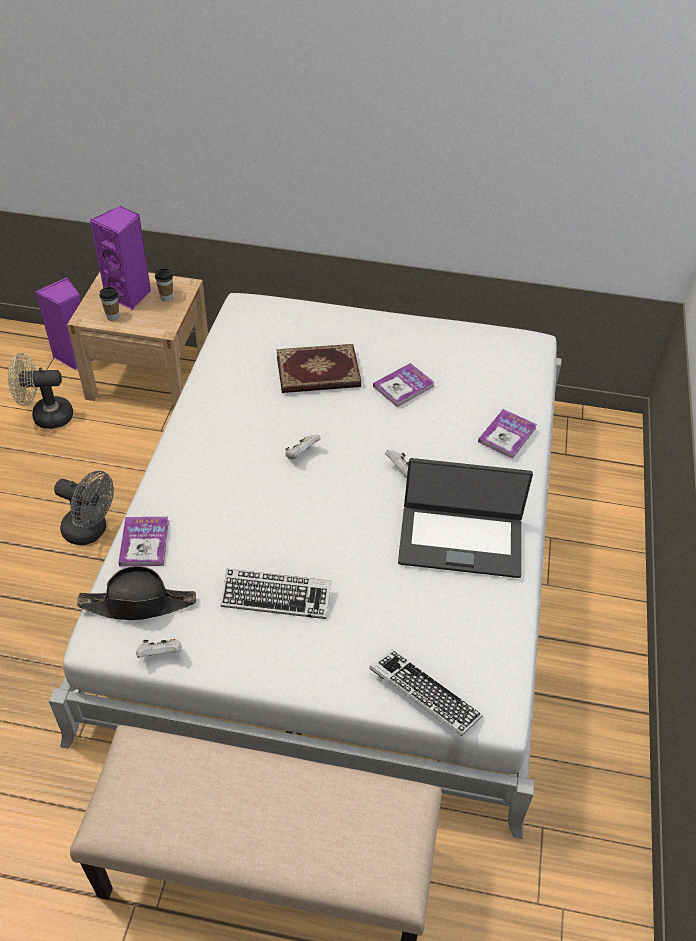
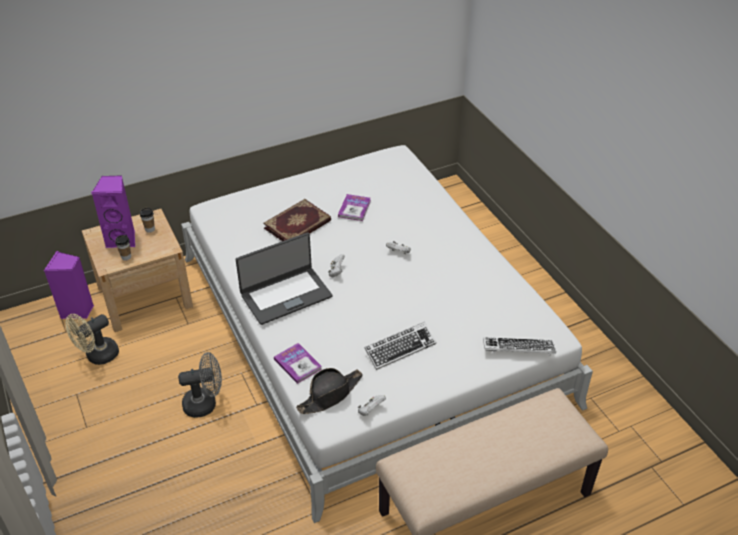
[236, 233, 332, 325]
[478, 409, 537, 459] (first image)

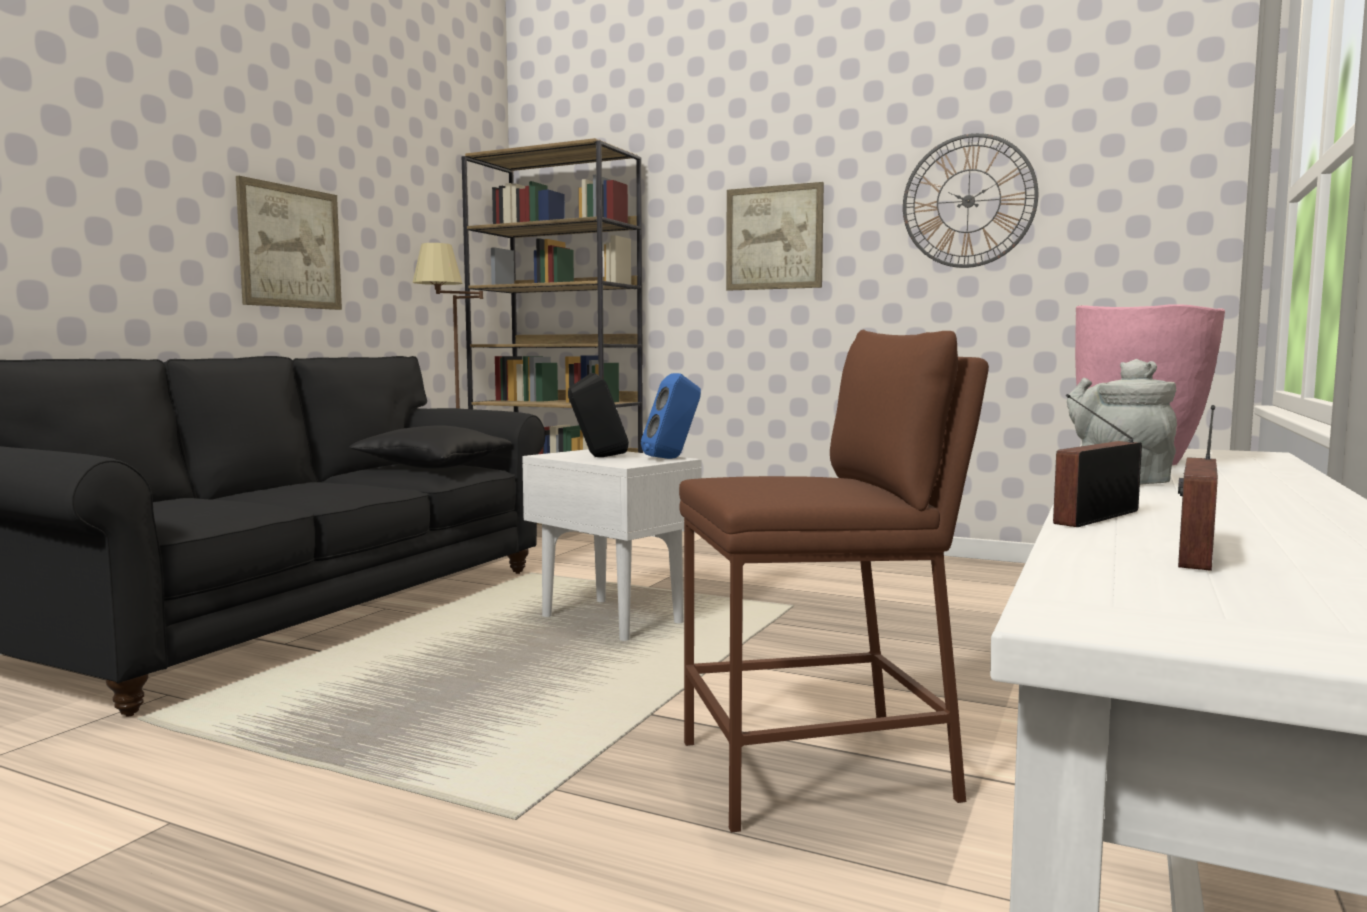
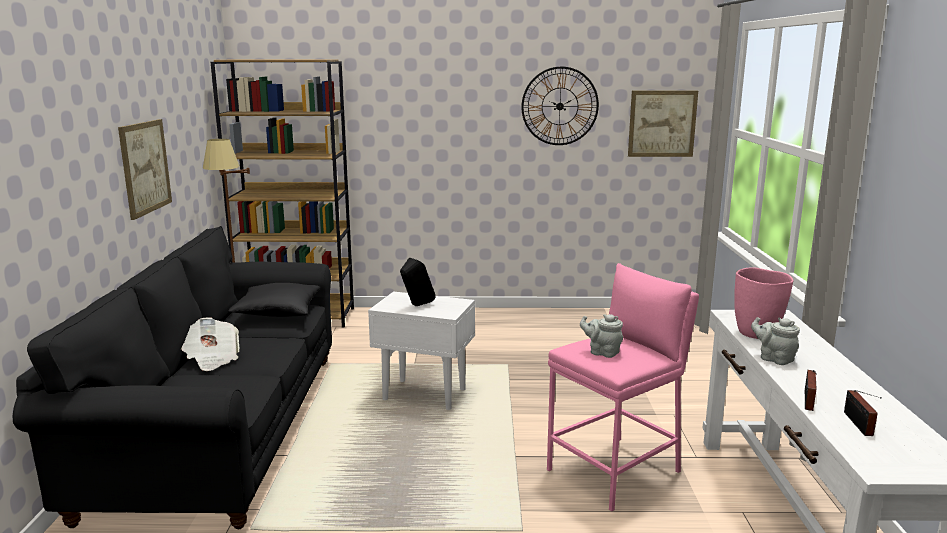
[181, 317, 239, 371]
[547, 263, 699, 511]
[580, 314, 623, 358]
[628, 91, 698, 157]
[641, 373, 701, 459] (first image)

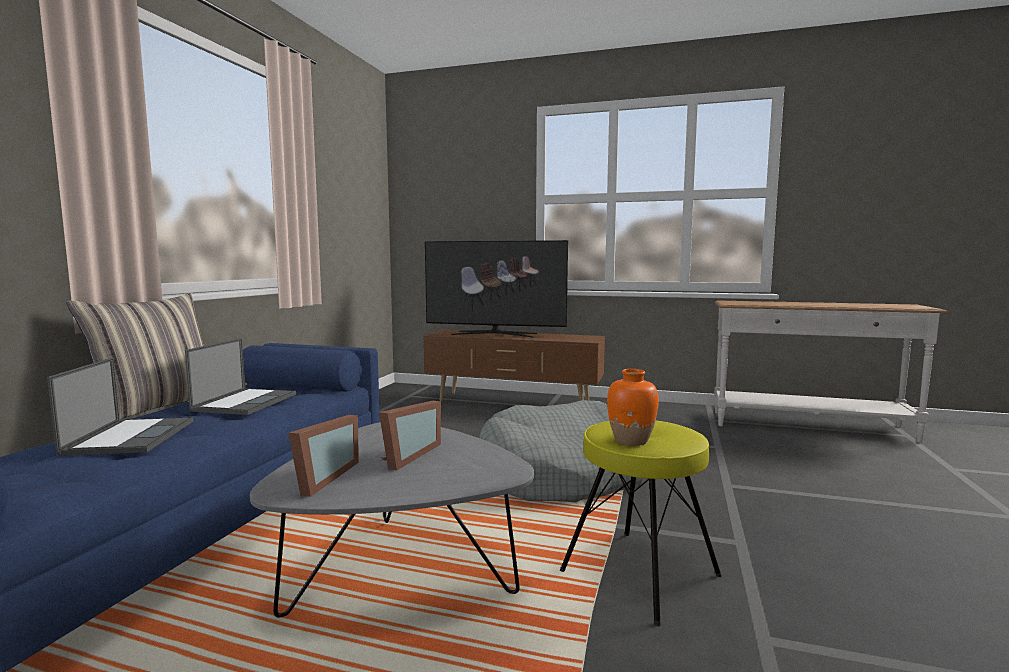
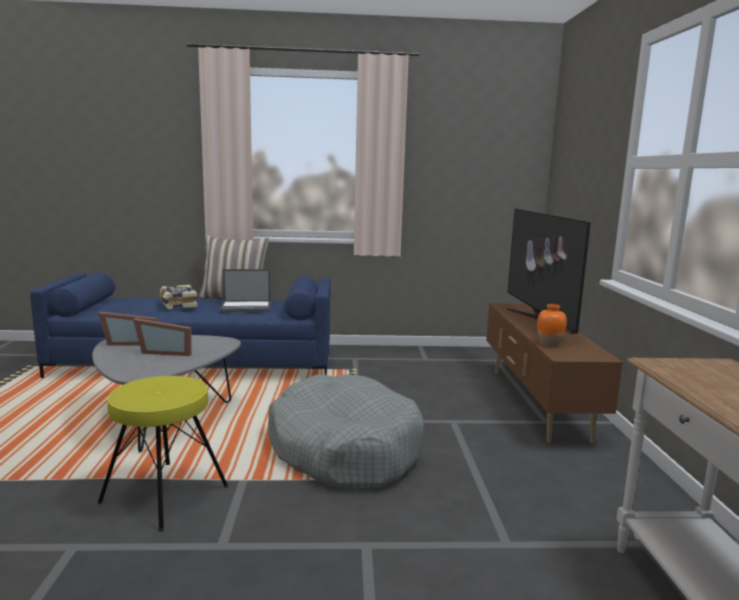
[160, 285, 198, 309]
[537, 304, 567, 347]

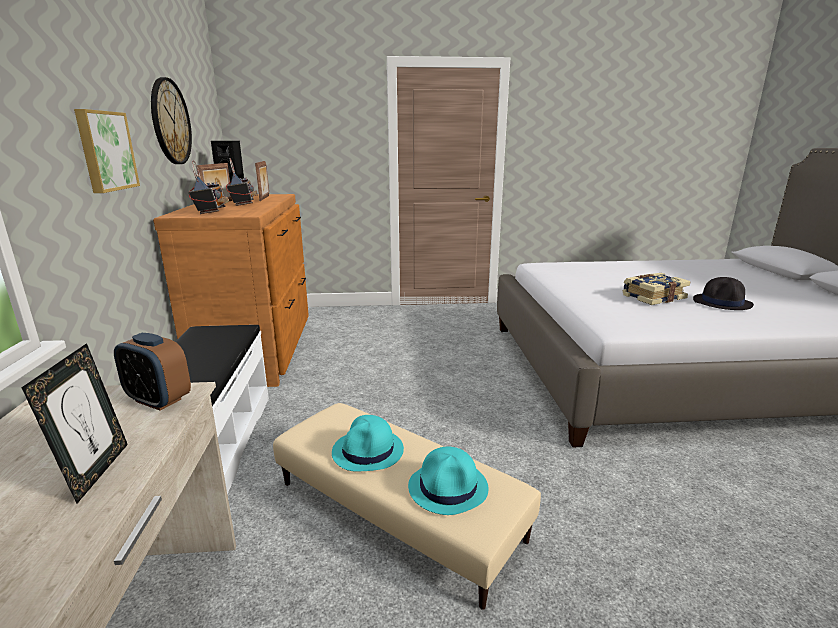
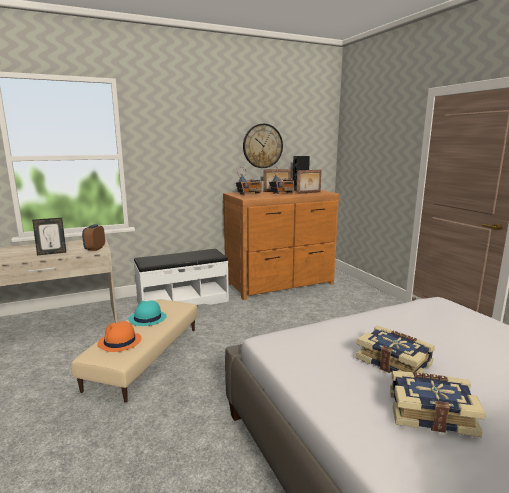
[97, 321, 142, 352]
[390, 371, 486, 437]
[74, 109, 140, 193] (first image)

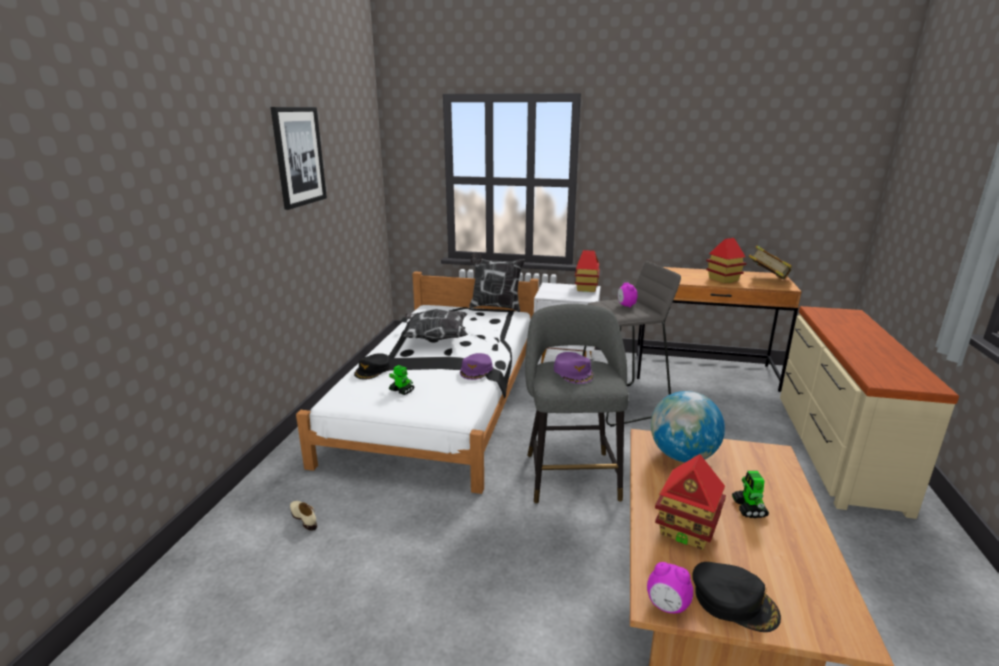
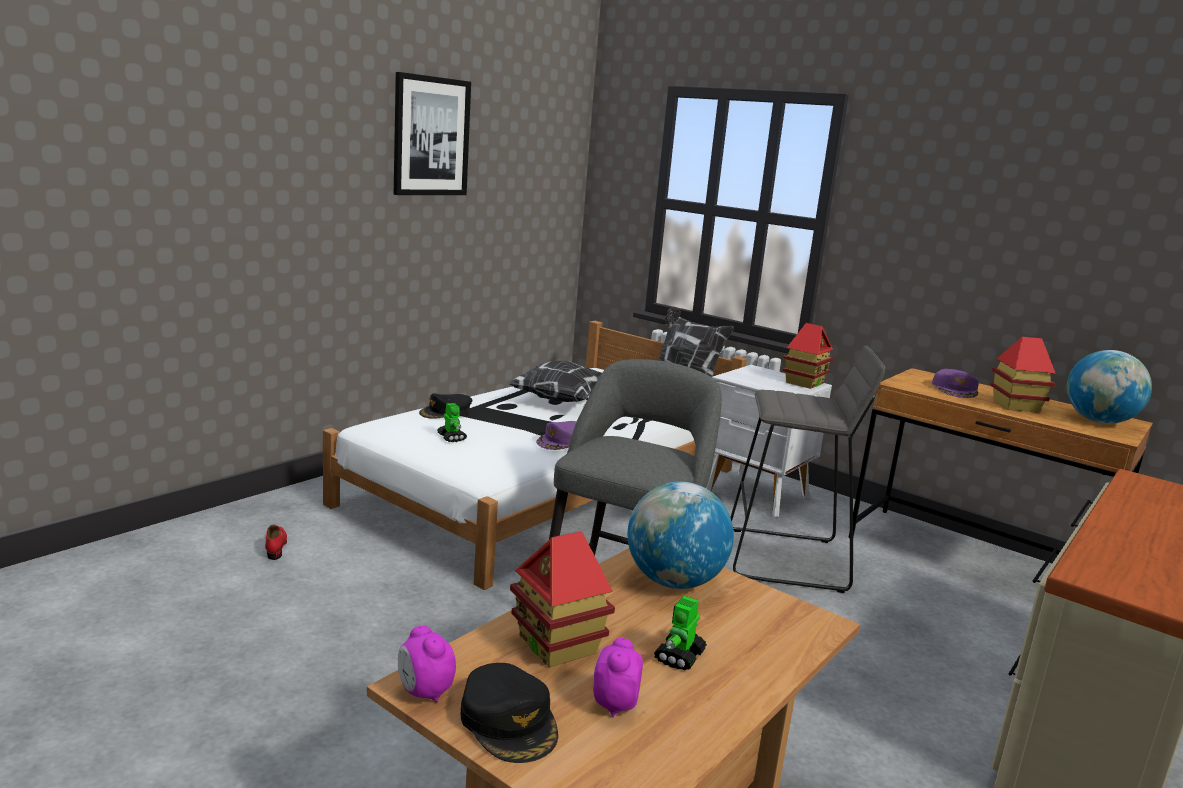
[265, 525, 287, 560]
[593, 638, 643, 717]
[932, 369, 979, 398]
[1067, 350, 1152, 424]

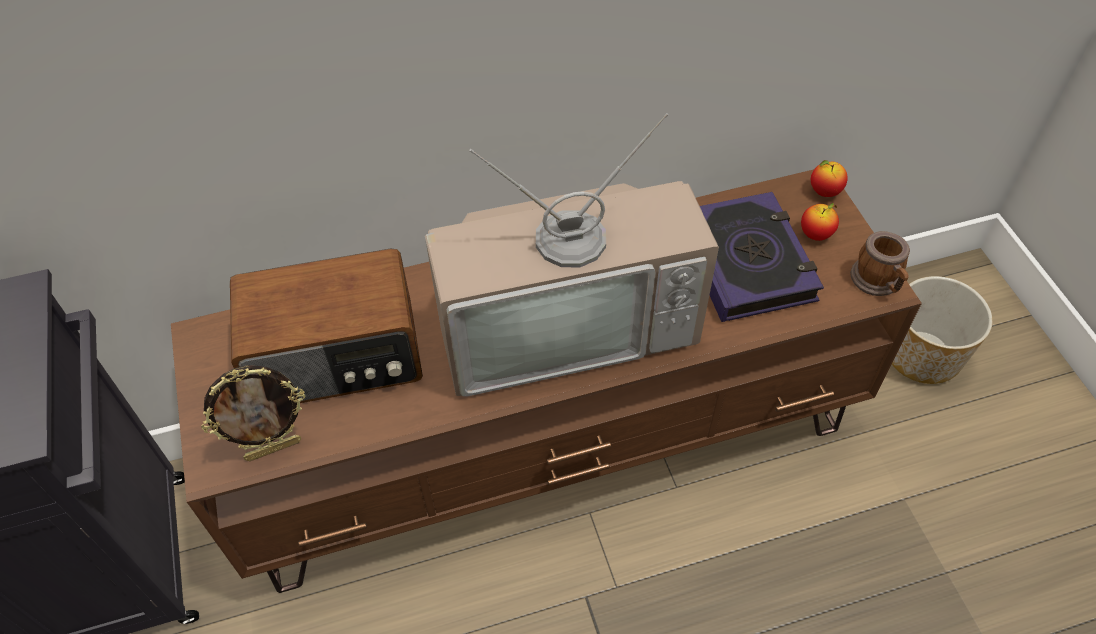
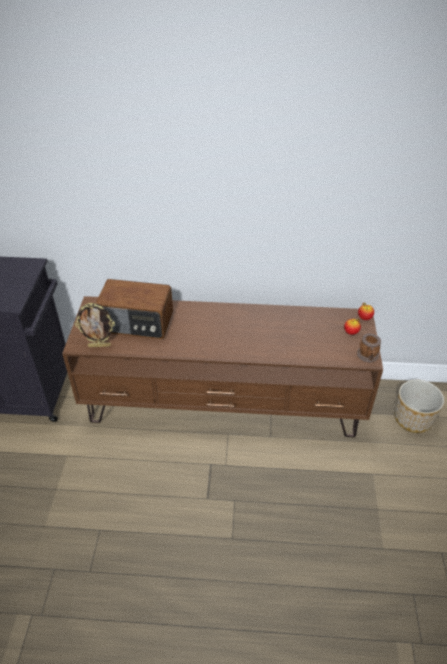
[425, 113, 719, 396] (first image)
[700, 192, 824, 322] (first image)

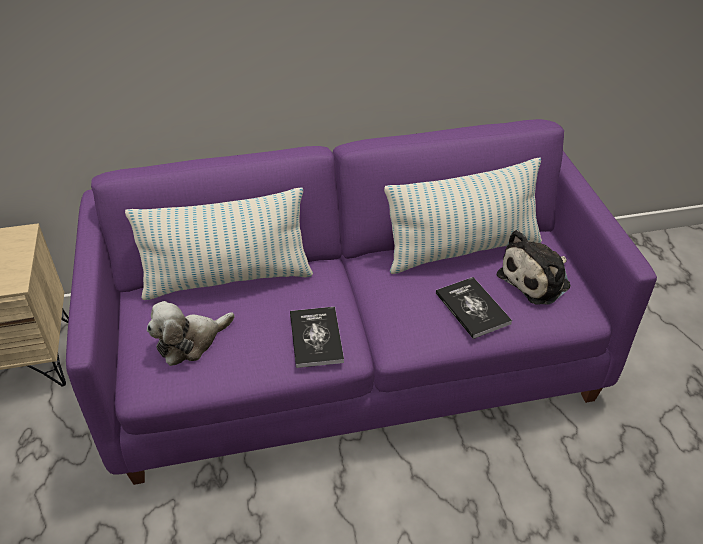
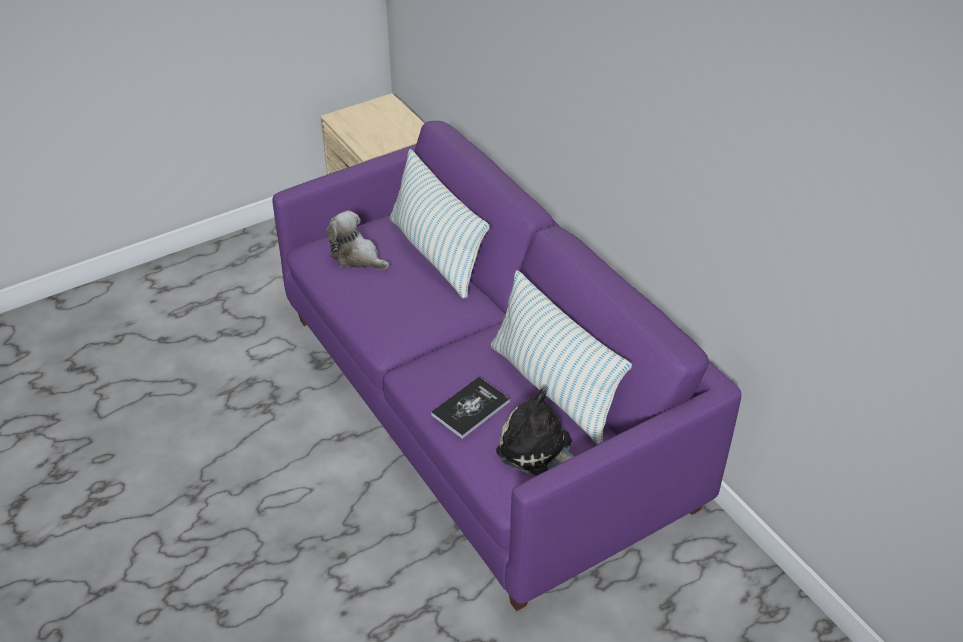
[290, 306, 344, 368] (first image)

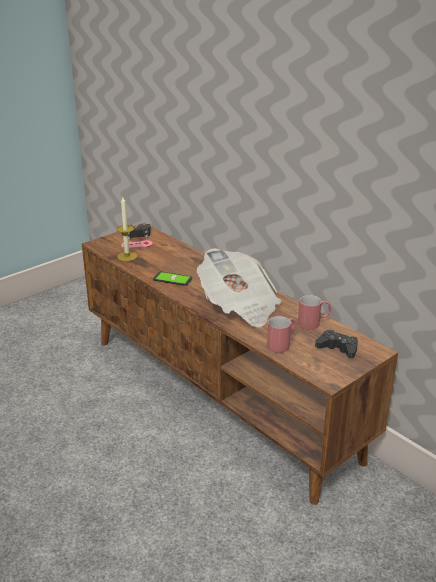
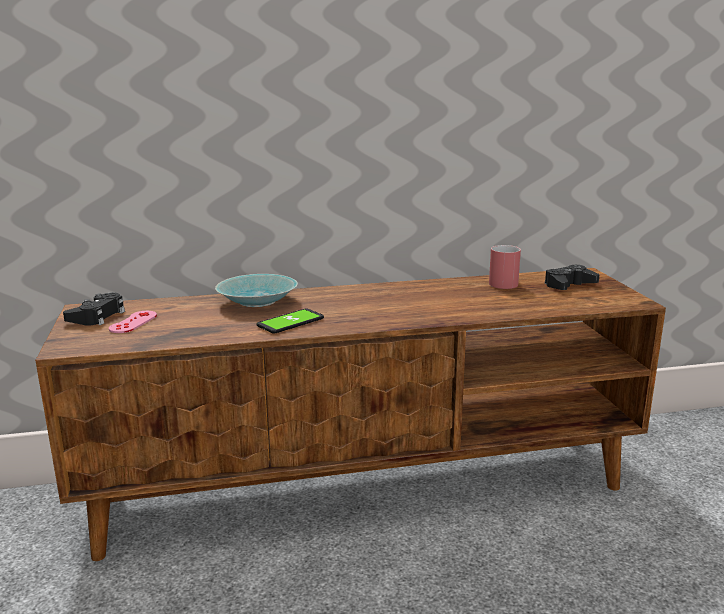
[215, 274, 298, 307]
[117, 197, 137, 261] (first image)
[197, 248, 282, 327] (first image)
[267, 316, 297, 353] (first image)

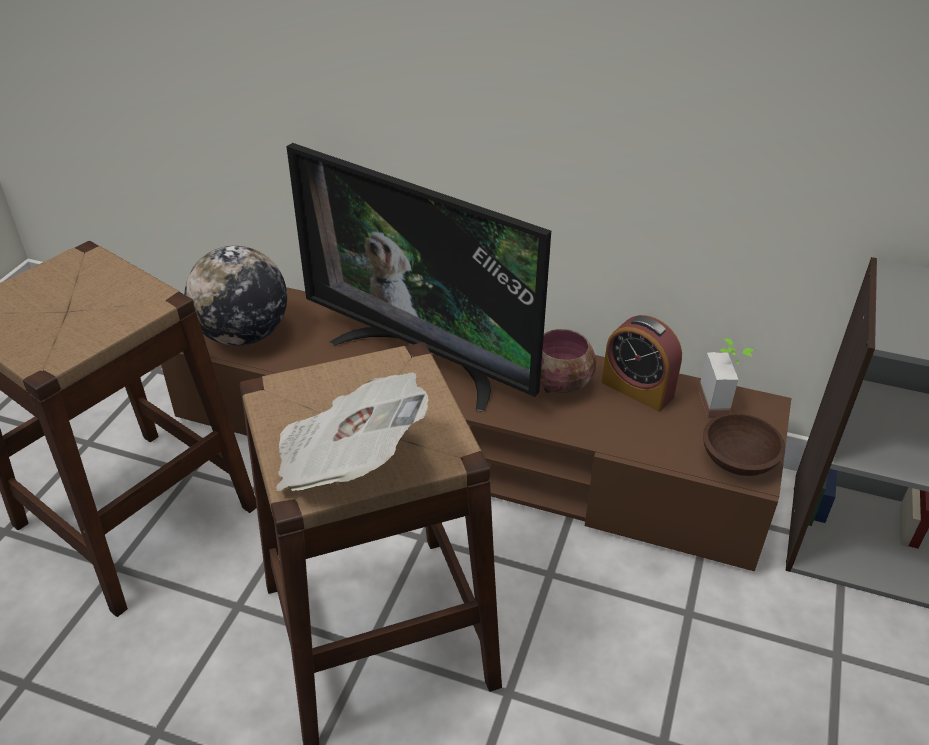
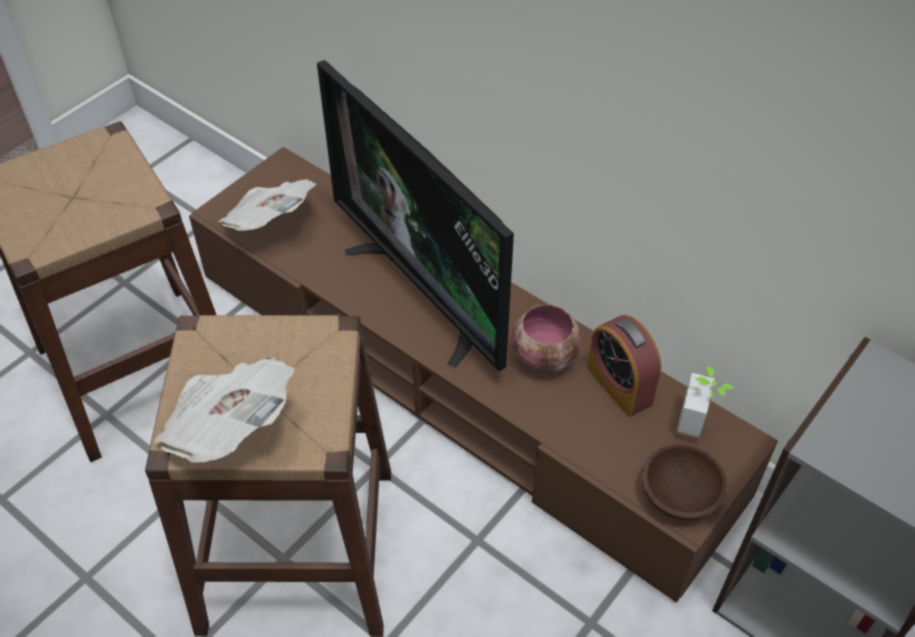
[218, 179, 316, 231]

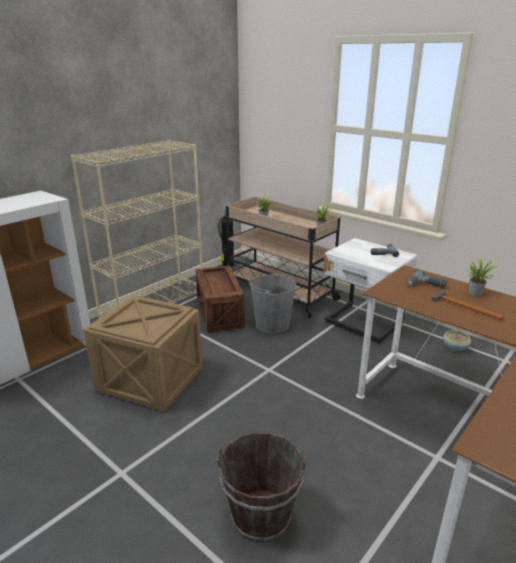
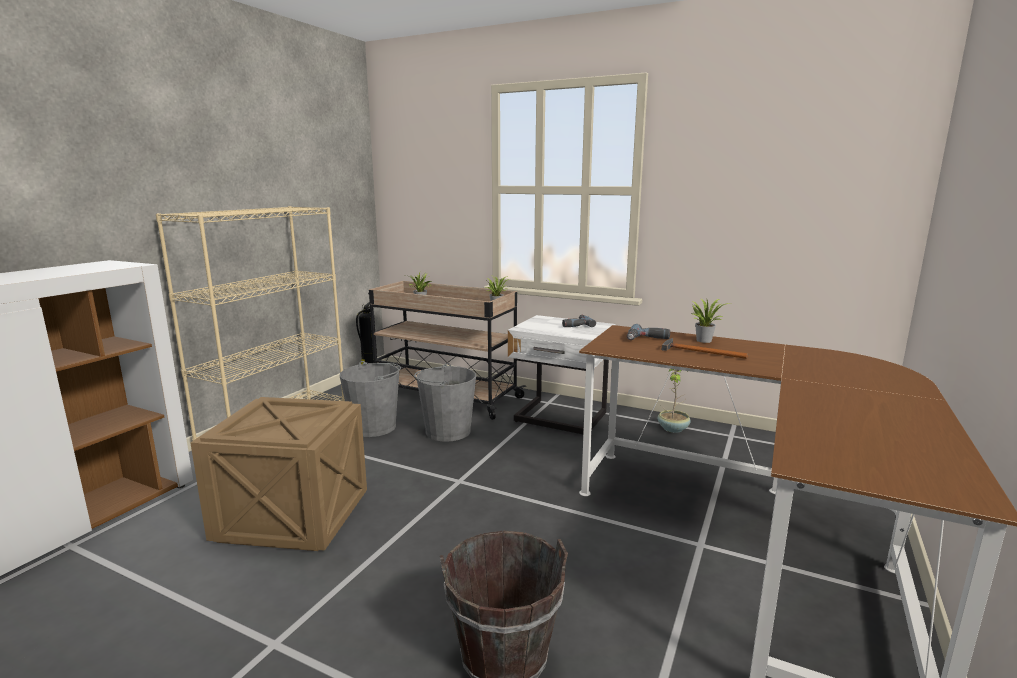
[340, 361, 401, 437]

